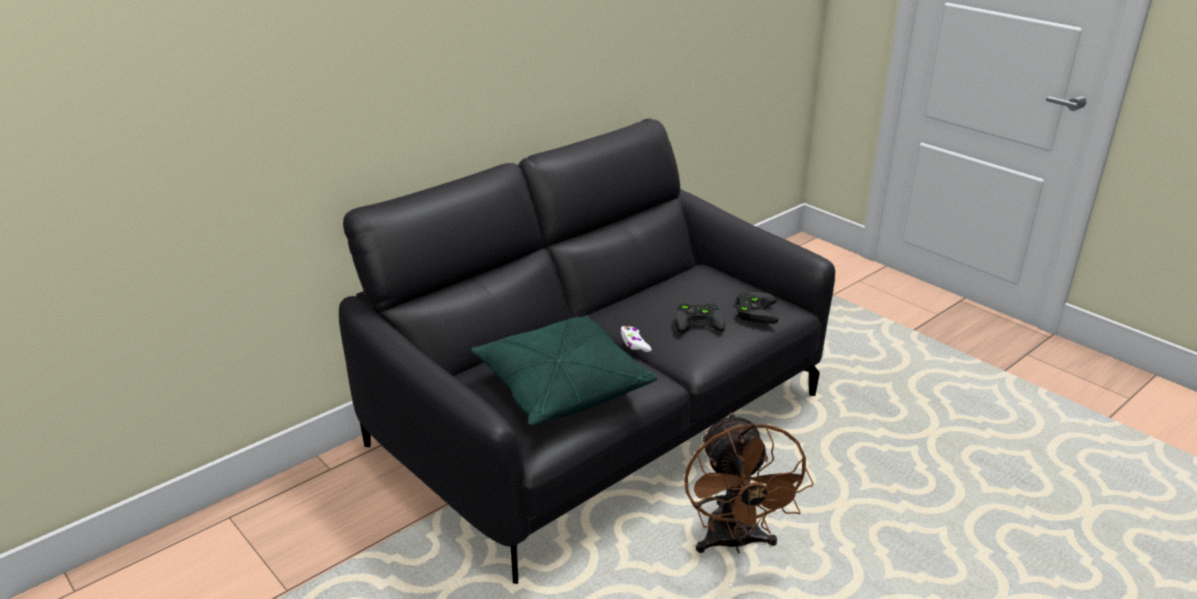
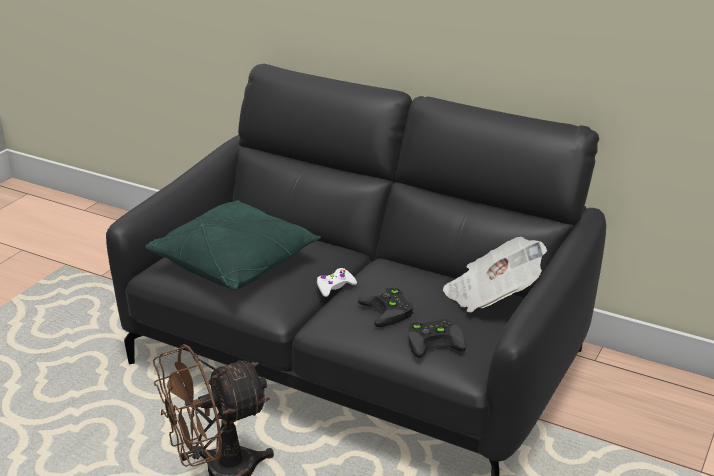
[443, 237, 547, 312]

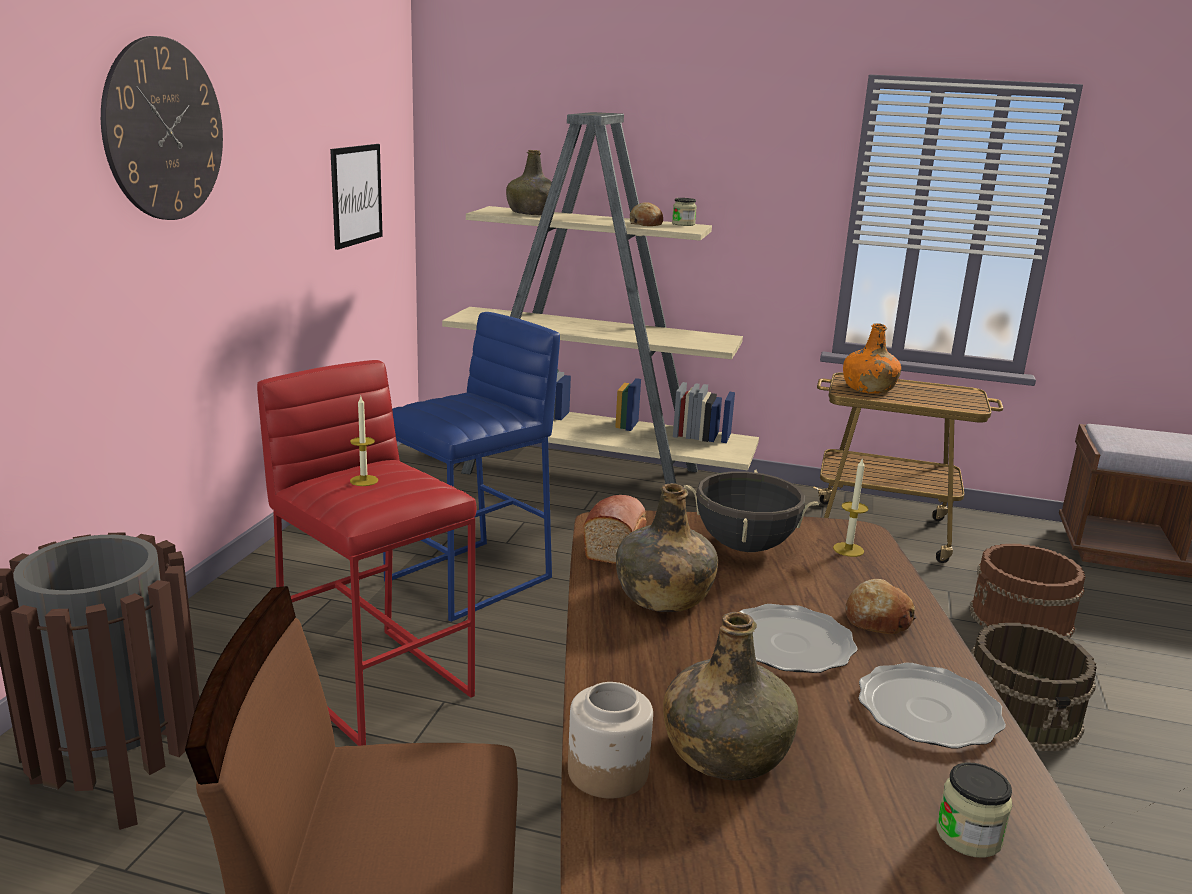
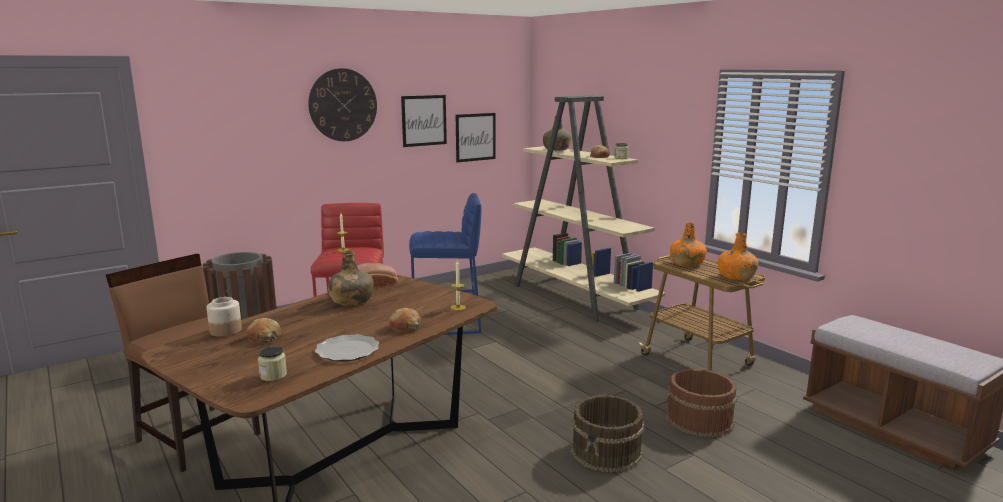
[247, 318, 281, 343]
[401, 95, 447, 147]
[718, 232, 758, 280]
[684, 470, 820, 552] (first image)
[740, 604, 858, 673] (first image)

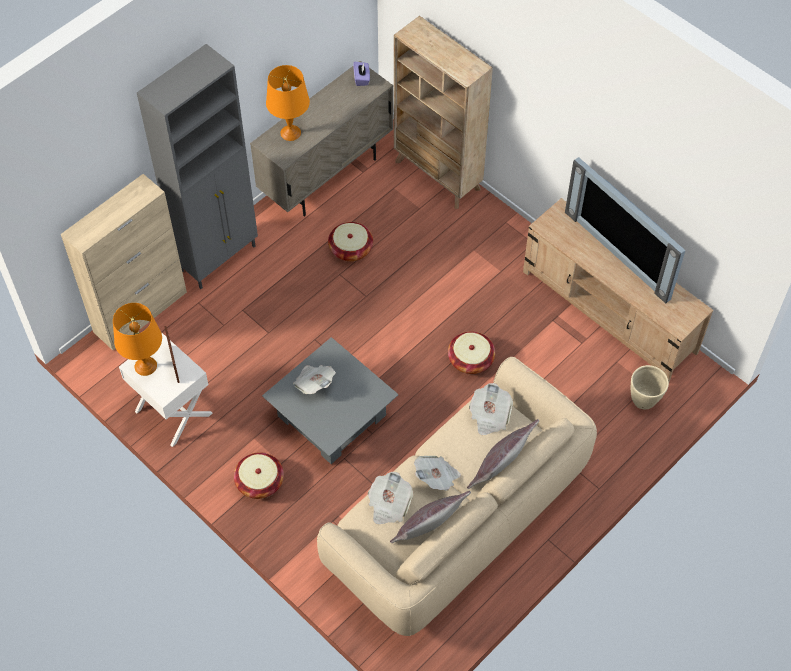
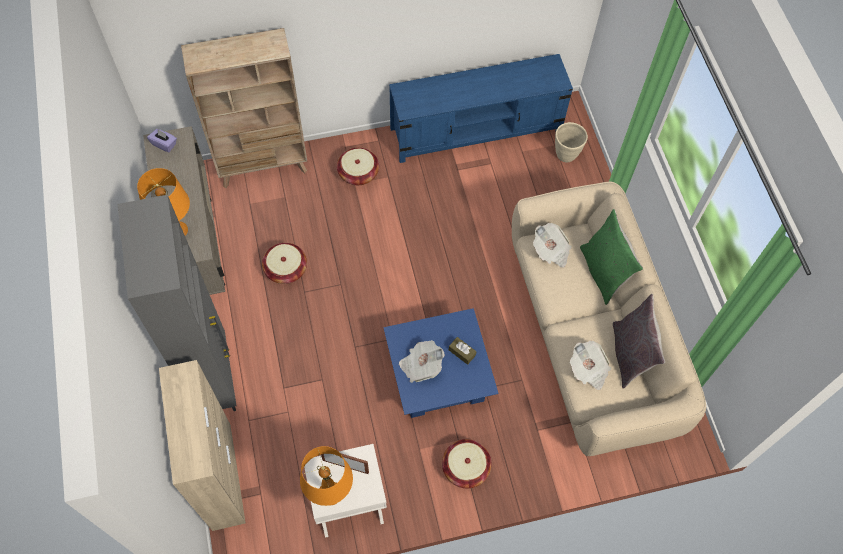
[337, 148, 379, 185]
[383, 308, 499, 418]
[389, 54, 573, 163]
[449, 337, 476, 365]
[580, 209, 643, 305]
[414, 456, 461, 491] (first image)
[565, 157, 686, 304] (first image)

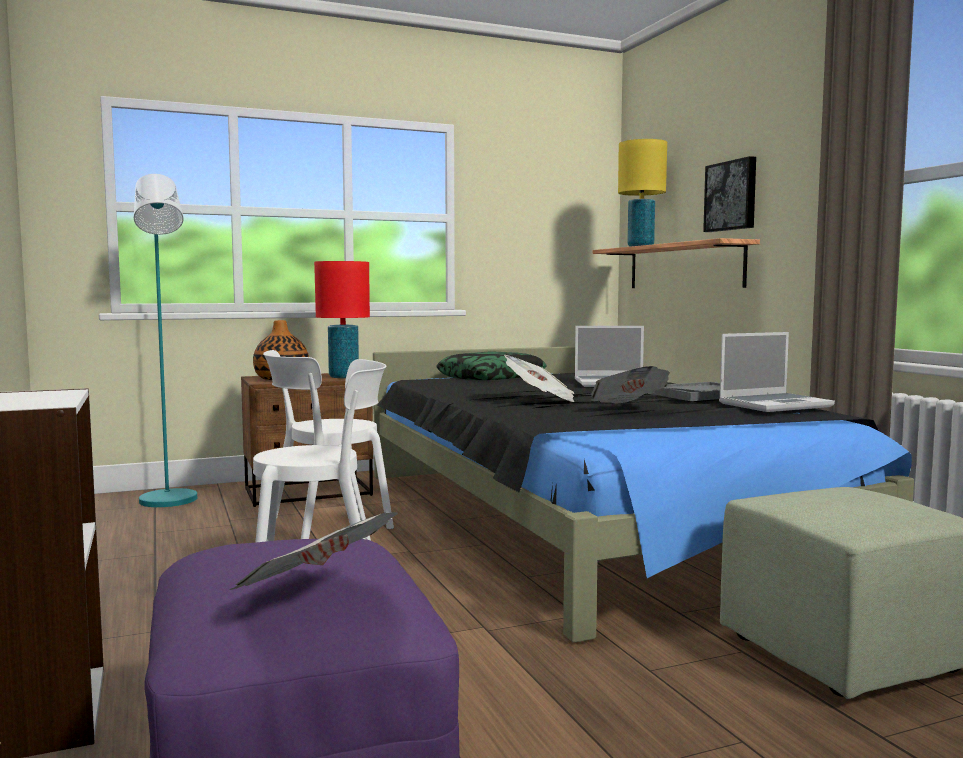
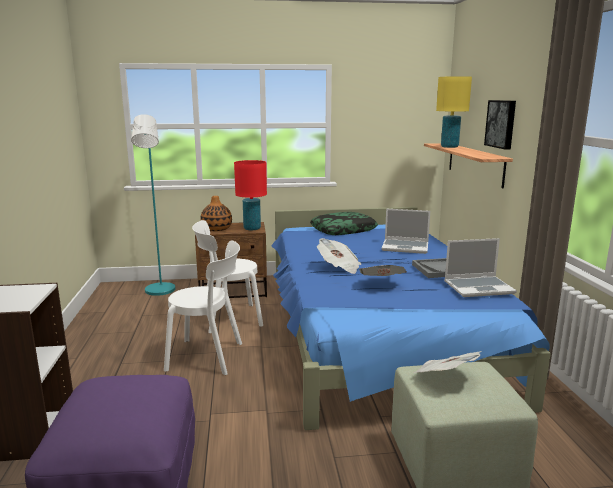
[271, 207, 551, 430]
[413, 351, 482, 373]

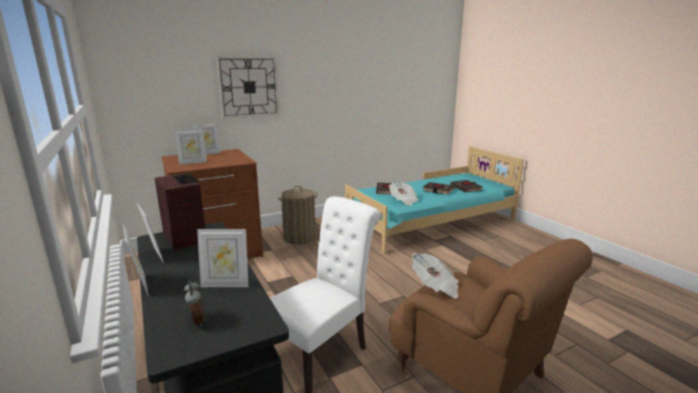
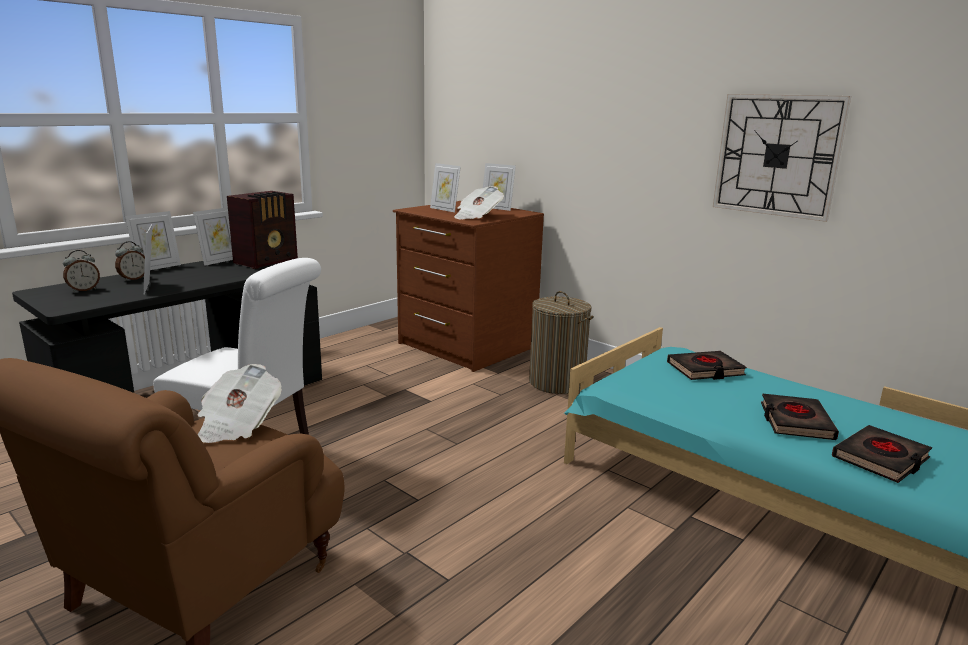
[115, 241, 145, 281]
[454, 186, 504, 219]
[713, 94, 851, 222]

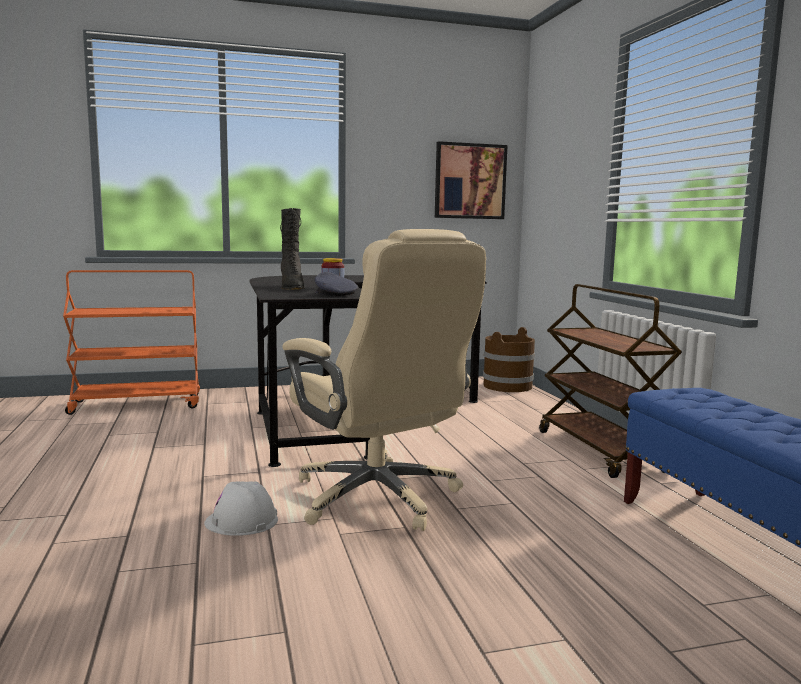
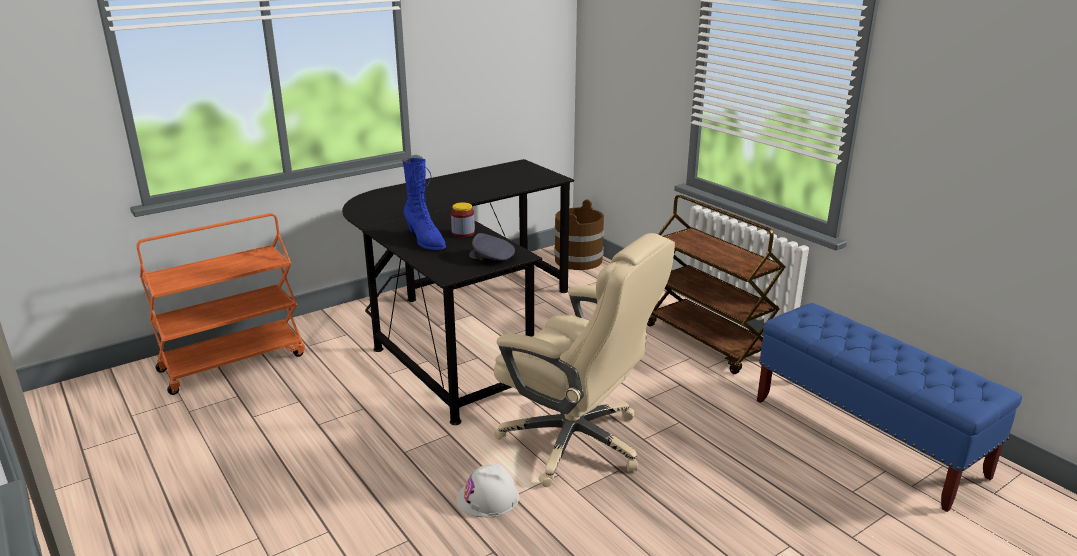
[402, 158, 446, 250]
[435, 141, 508, 219] (first image)

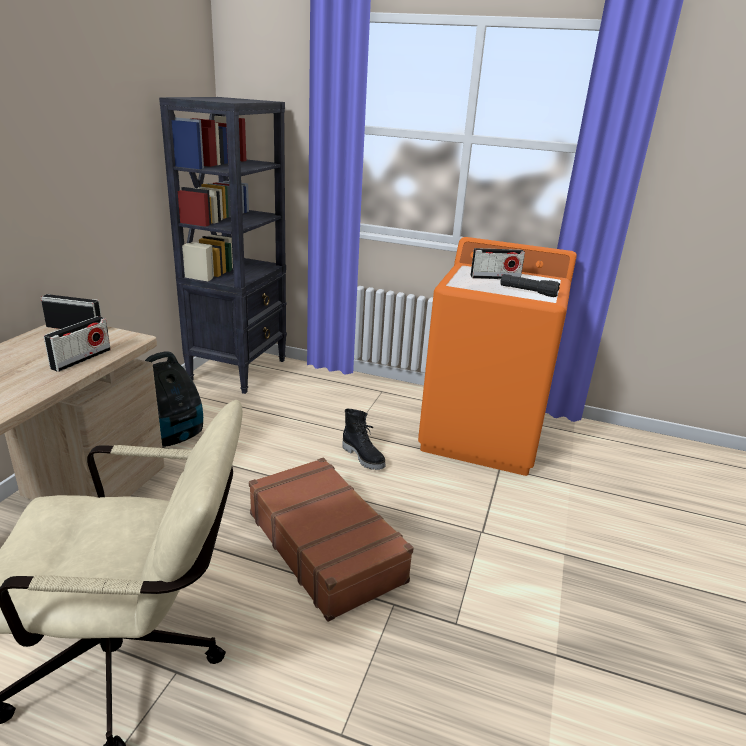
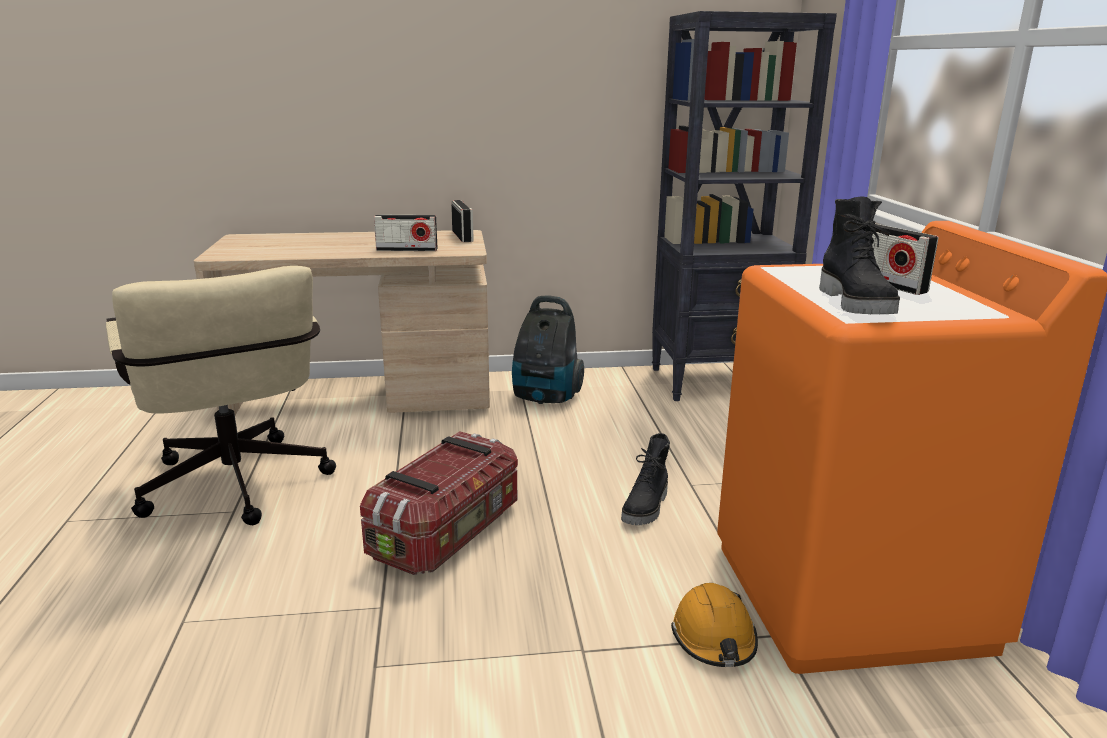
[360, 431, 518, 575]
[671, 583, 758, 667]
[819, 196, 900, 314]

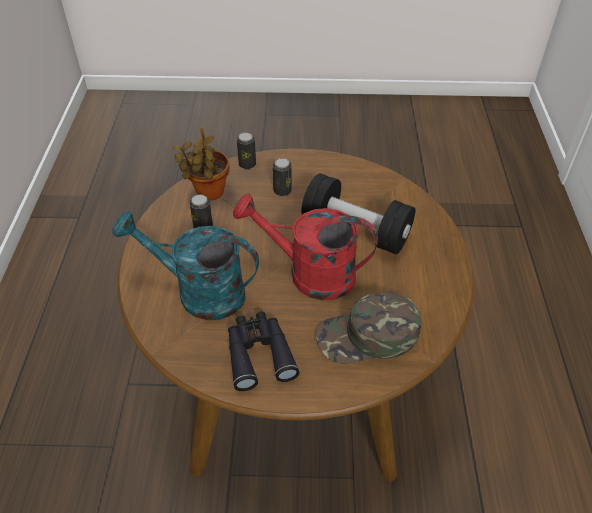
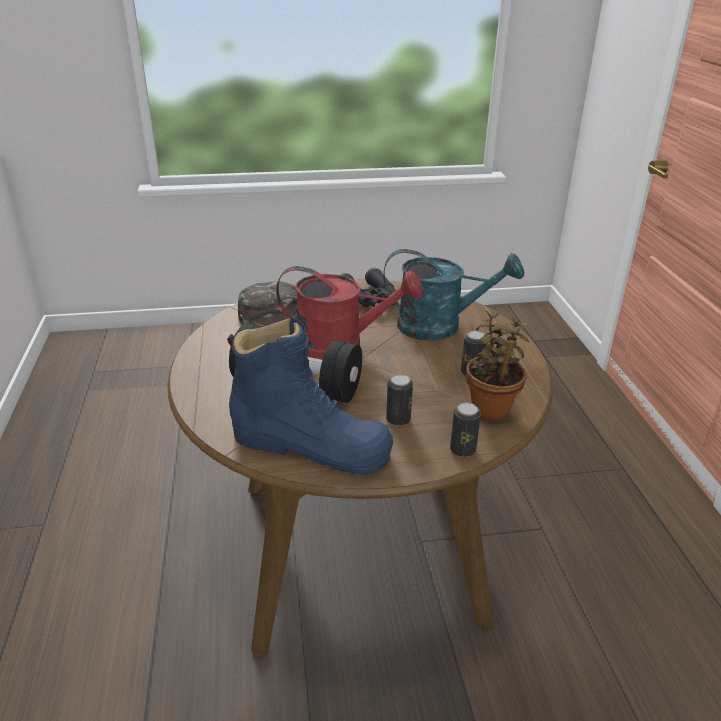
[227, 317, 393, 475]

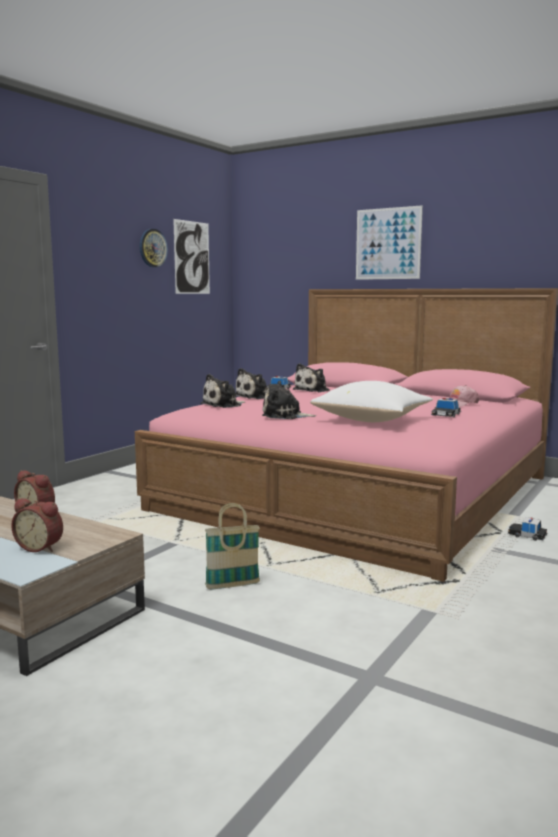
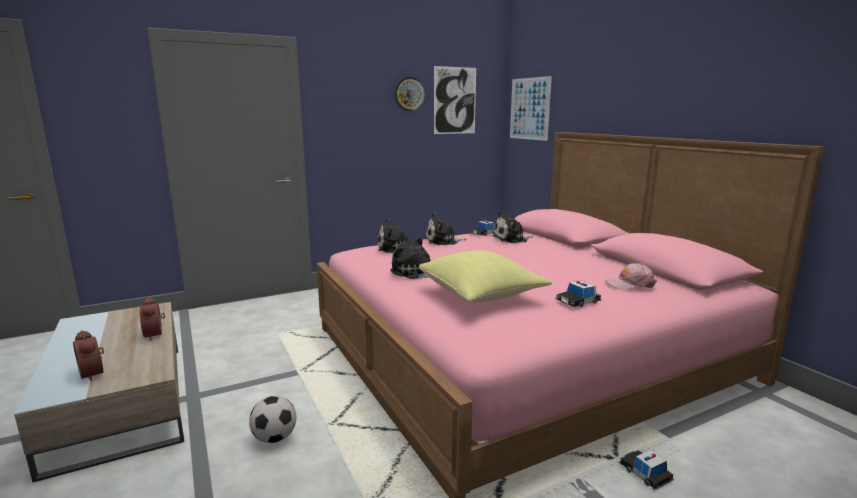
[249, 396, 296, 443]
[419, 250, 552, 302]
[510, 76, 552, 141]

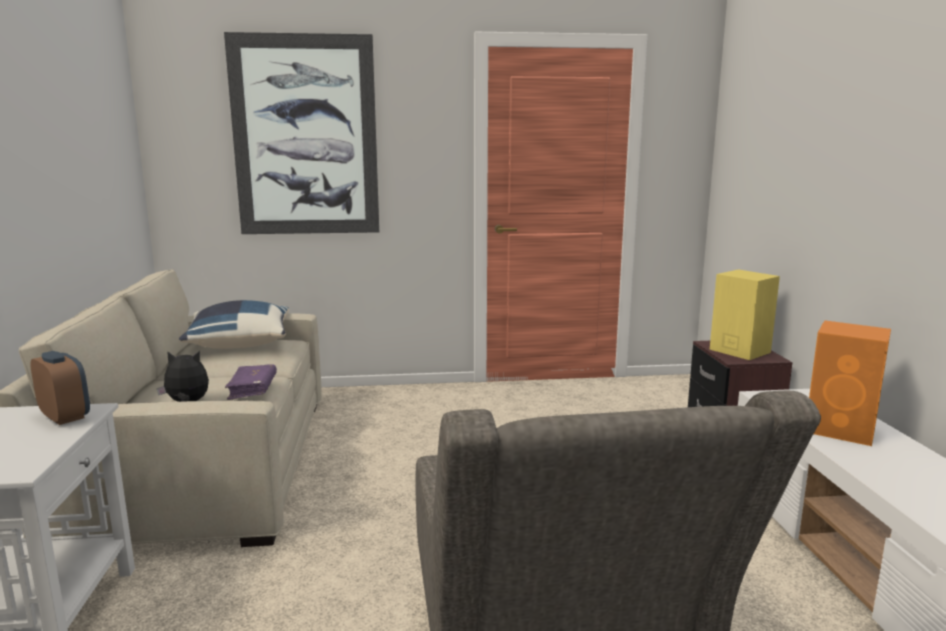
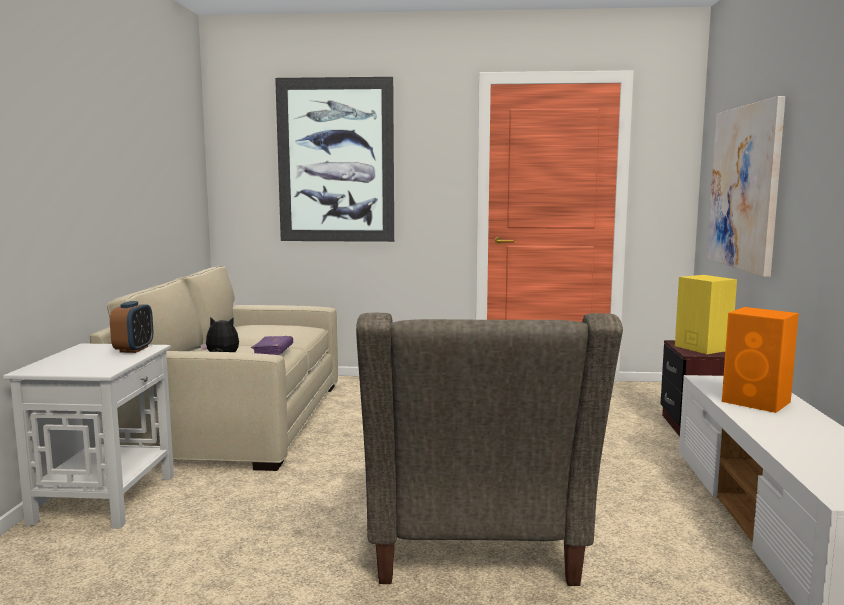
[110, 301, 153, 353]
[707, 96, 786, 277]
[179, 300, 289, 349] (first image)

